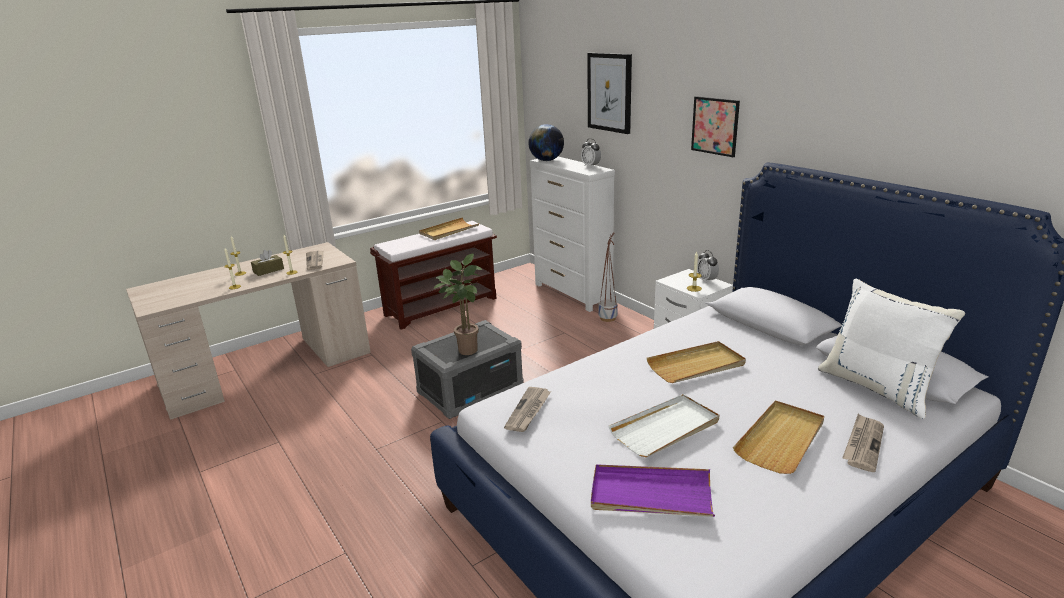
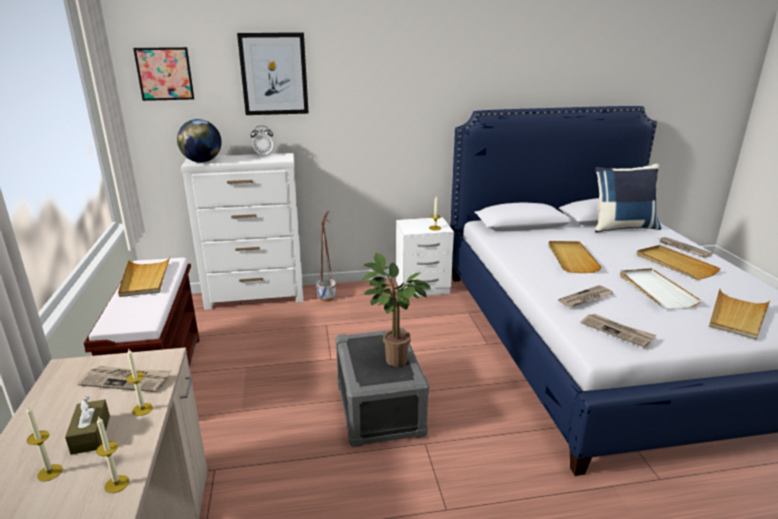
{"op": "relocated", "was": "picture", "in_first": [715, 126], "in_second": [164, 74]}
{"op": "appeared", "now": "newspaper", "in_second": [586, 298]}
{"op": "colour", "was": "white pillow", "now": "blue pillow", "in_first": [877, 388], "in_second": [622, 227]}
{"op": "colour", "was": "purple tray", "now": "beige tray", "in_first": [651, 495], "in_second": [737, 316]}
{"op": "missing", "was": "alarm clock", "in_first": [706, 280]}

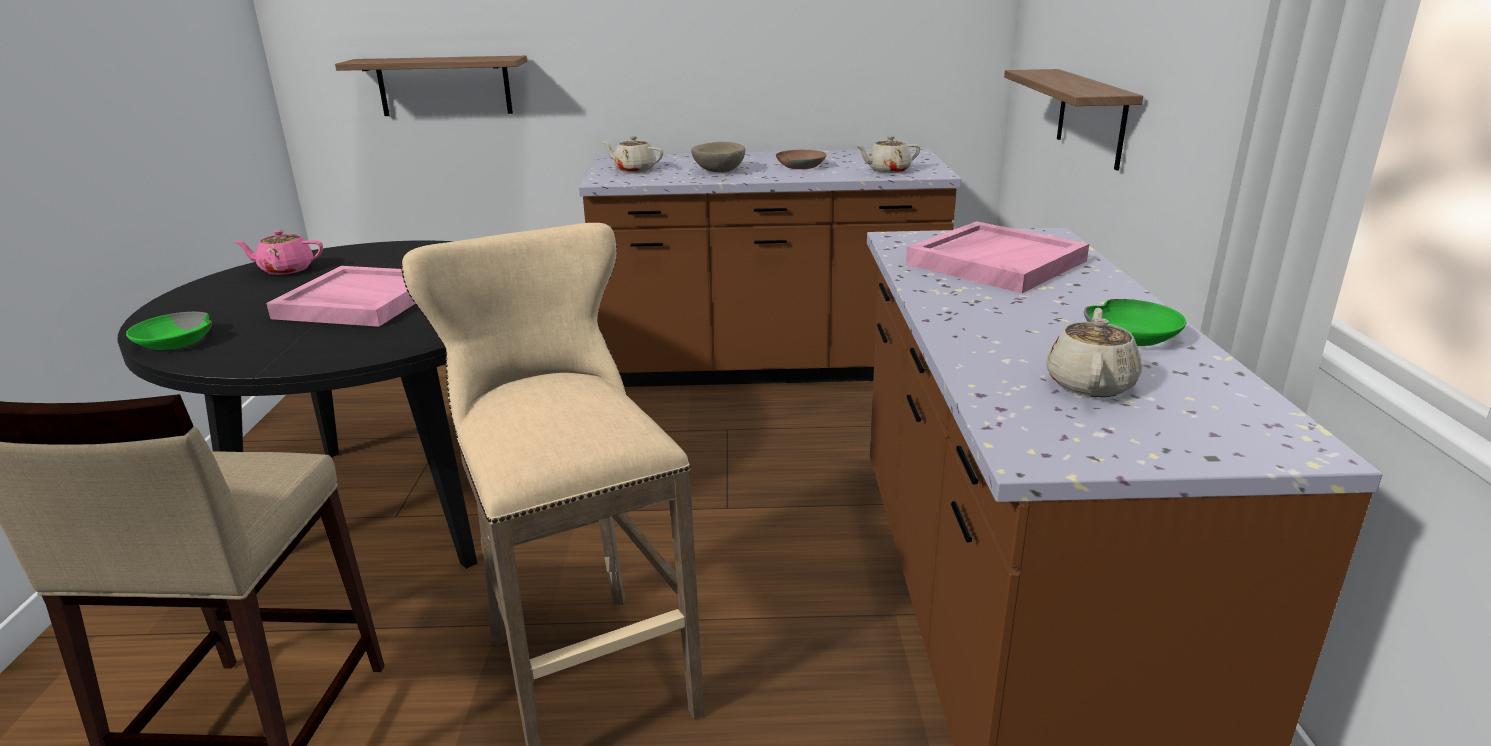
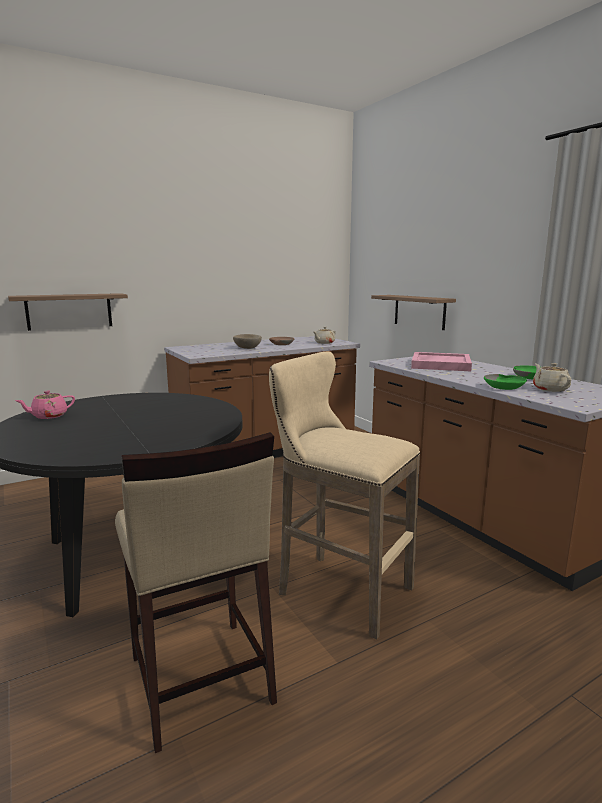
{"op": "relocated", "was": "green bowl", "in_first": [175, 342], "in_second": [504, 387]}
{"op": "missing", "was": "pink tray", "in_first": [358, 302]}
{"op": "missing", "was": "beige teapot", "in_first": [634, 170]}

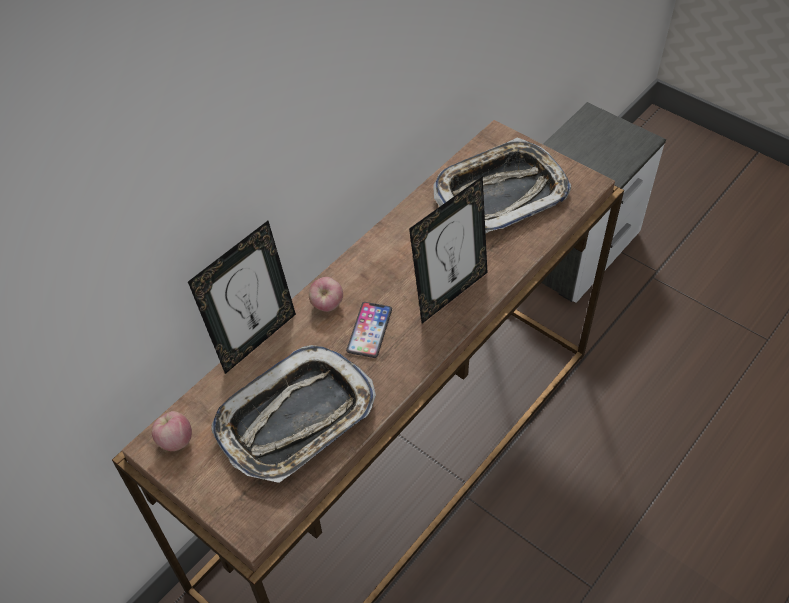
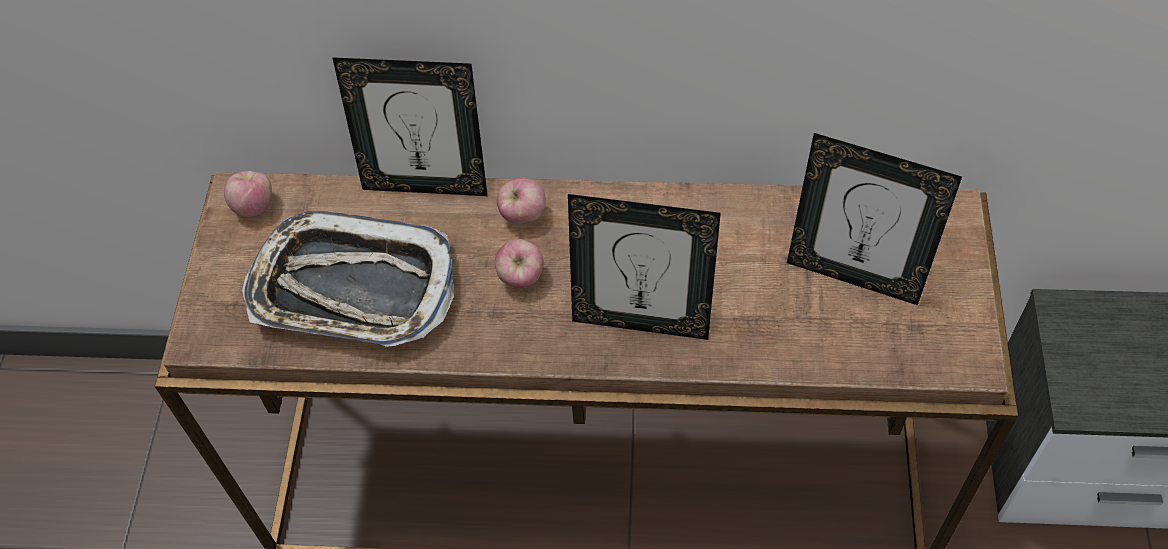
{"op": "exchanged", "was": "phone", "now": "apple", "in_first": [369, 330], "in_second": [521, 277]}
{"op": "exchanged", "was": "tray", "now": "picture frame", "in_first": [501, 193], "in_second": [854, 275]}

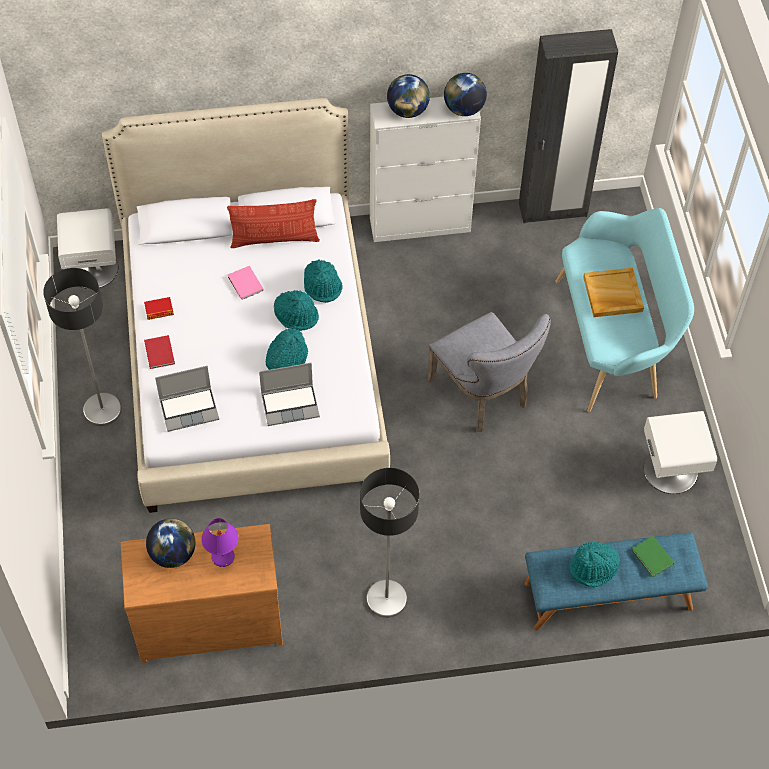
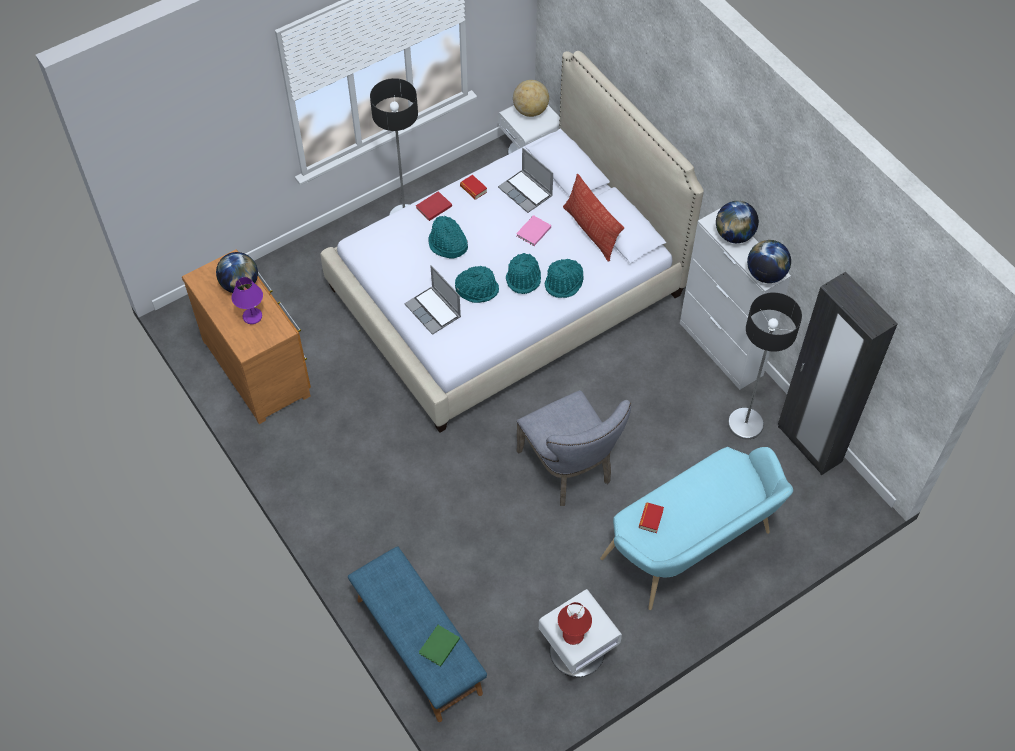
{"op": "relocated", "was": "turquoise hat", "in_first": [593, 568], "in_second": [447, 245]}
{"op": "relocated", "was": "laptop", "in_first": [190, 409], "in_second": [526, 192]}
{"op": "appeared", "now": "globe", "in_second": [530, 111]}
{"op": "spun", "was": "grey chair", "in_first": [484, 395], "in_second": [570, 469], "clockwise": -60}
{"op": "appeared", "now": "red table lamp", "in_second": [573, 635]}
{"op": "appeared", "now": "book", "in_second": [650, 519]}
{"op": "relocated", "was": "floor lamp", "in_first": [386, 599], "in_second": [745, 424]}
{"op": "missing", "was": "beige tray", "in_first": [612, 294]}

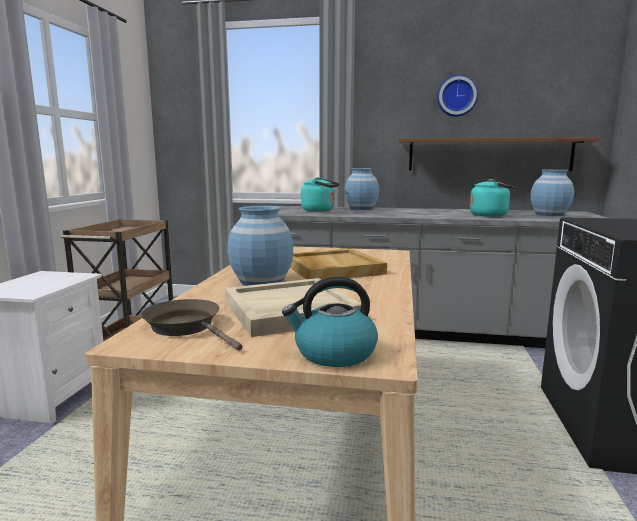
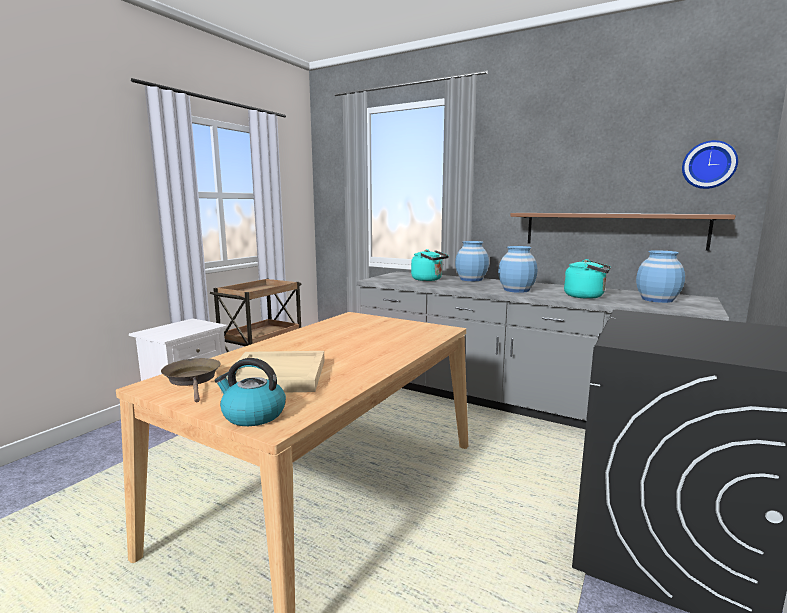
{"op": "relocated", "was": "blue vase", "in_first": [262, 281], "in_second": [516, 290]}
{"op": "relocated", "was": "wall clock", "in_first": [456, 96], "in_second": [708, 165]}
{"op": "missing", "was": "beige tray", "in_first": [332, 268]}

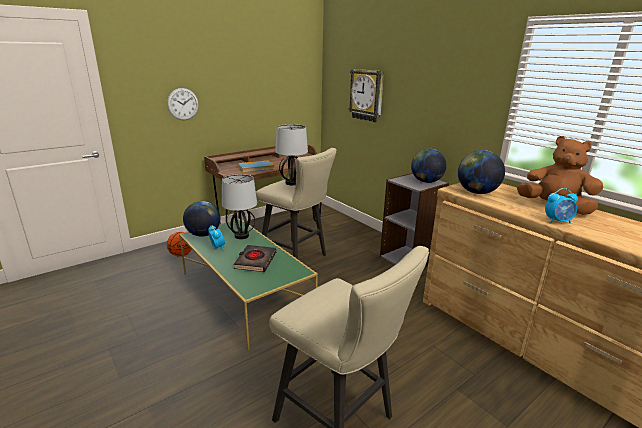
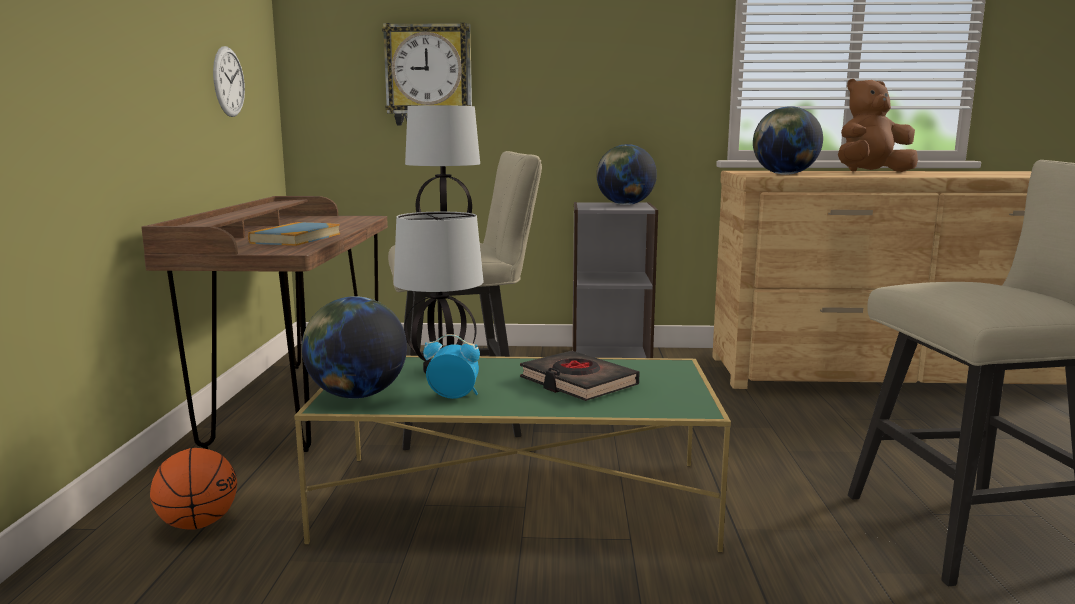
{"op": "relocated", "was": "wall clock", "in_first": [183, 104], "in_second": [228, 82]}
{"op": "missing", "was": "alarm clock", "in_first": [558, 221]}

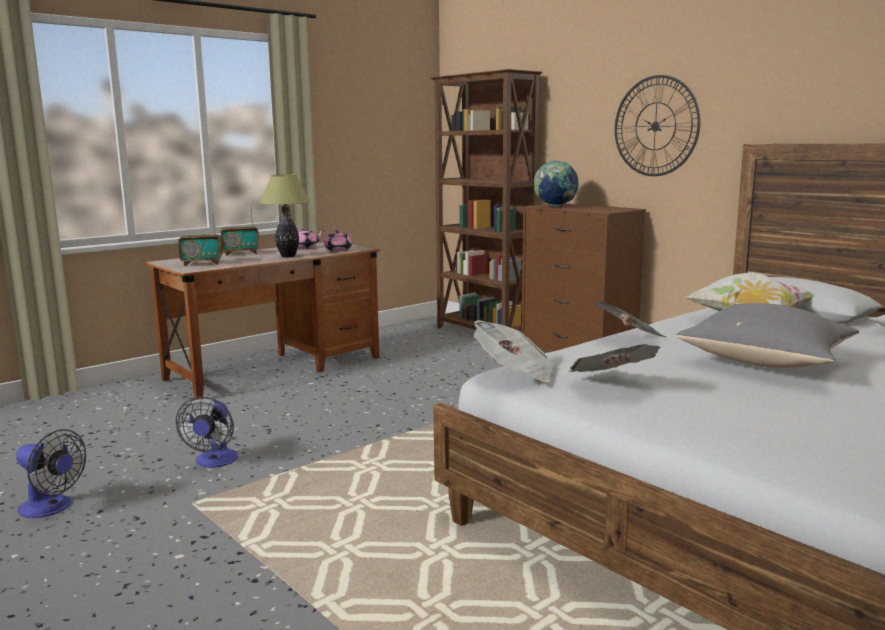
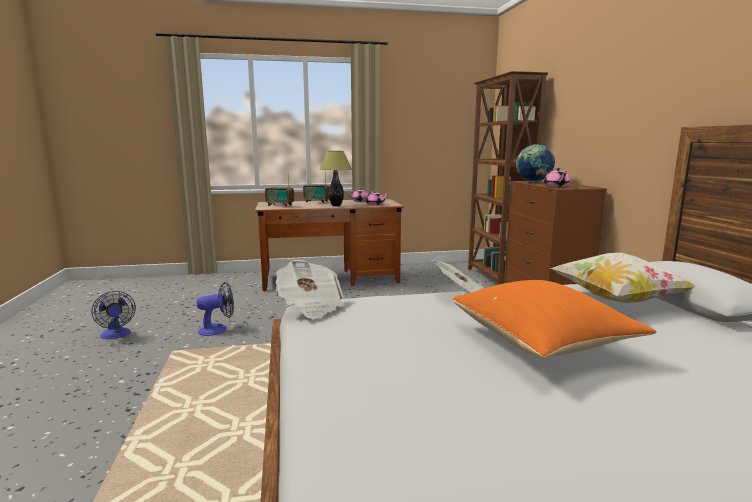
{"op": "spun", "was": "fan", "in_first": [214, 462], "in_second": [218, 329], "clockwise": -150}
{"op": "colour", "was": "grey pillow", "now": "orange pillow", "in_first": [768, 362], "in_second": [543, 344]}
{"op": "appeared", "now": "pink teapot", "in_second": [556, 186]}
{"op": "missing", "was": "newspaper", "in_first": [612, 383]}
{"op": "missing", "was": "wall clock", "in_first": [655, 126]}

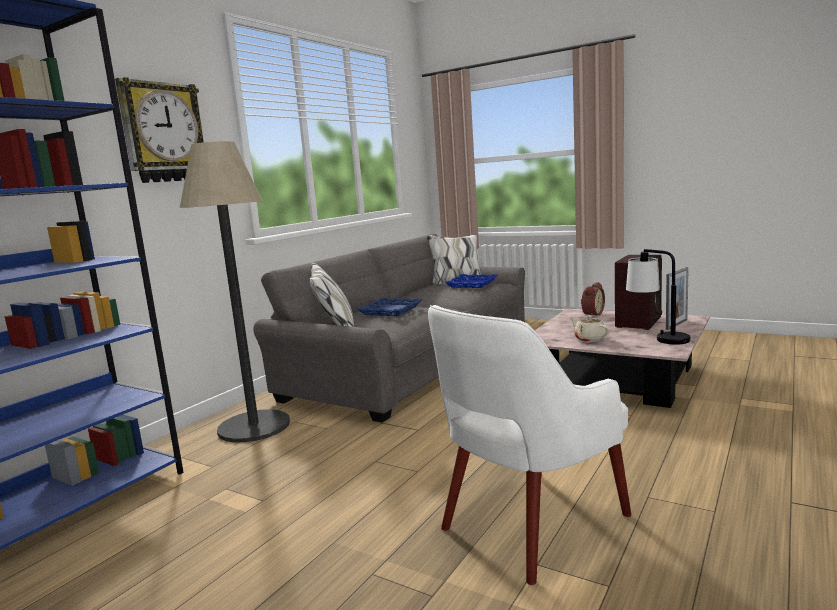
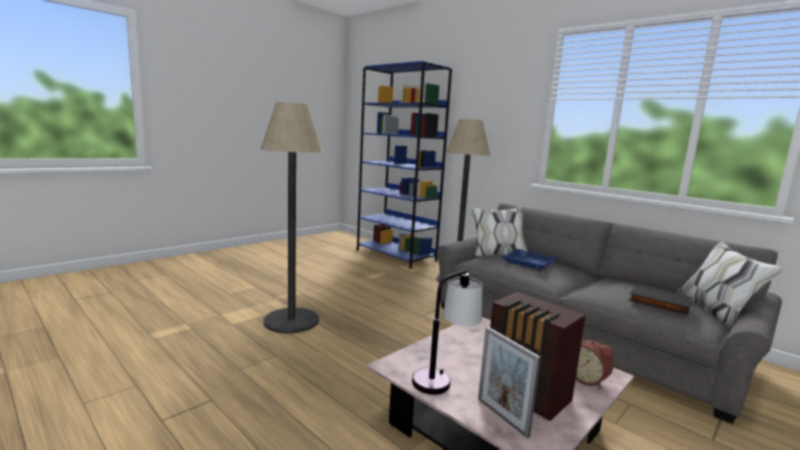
{"op": "exchanged", "was": "white armchair", "now": "floor lamp", "in_first": [530, 523], "in_second": [291, 321]}
{"op": "exchanged", "was": "blue tray", "now": "black book", "in_first": [472, 284], "in_second": [658, 303]}
{"op": "missing", "was": "wall clock", "in_first": [163, 133]}
{"op": "missing", "was": "beige teapot", "in_first": [589, 339]}

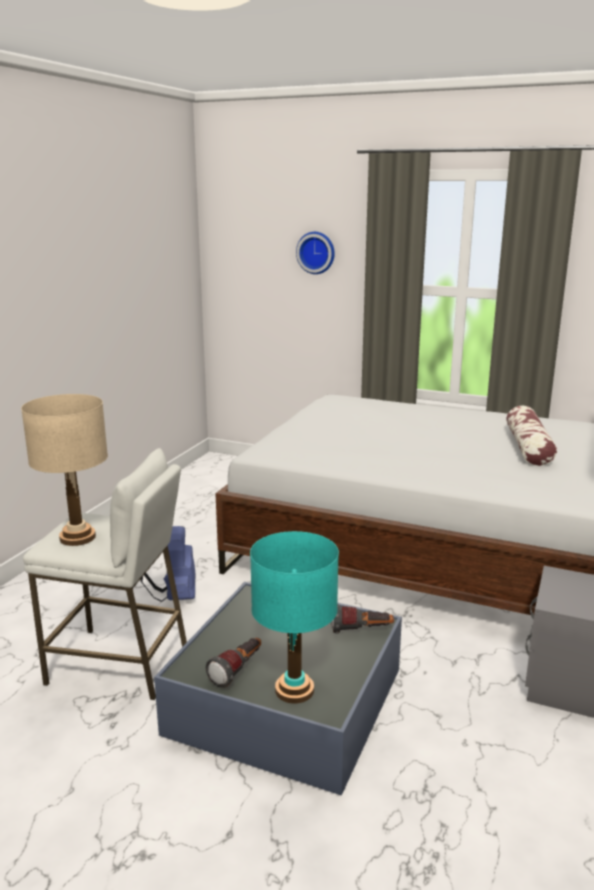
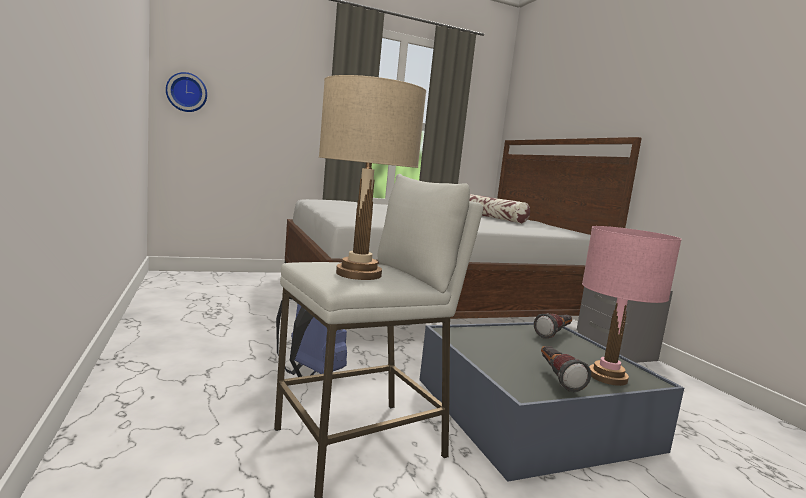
{"op": "relocated", "was": "wall clock", "in_first": [316, 252], "in_second": [187, 92]}
{"op": "colour", "was": "turquoise table lamp", "now": "pink table lamp", "in_first": [294, 690], "in_second": [607, 377]}

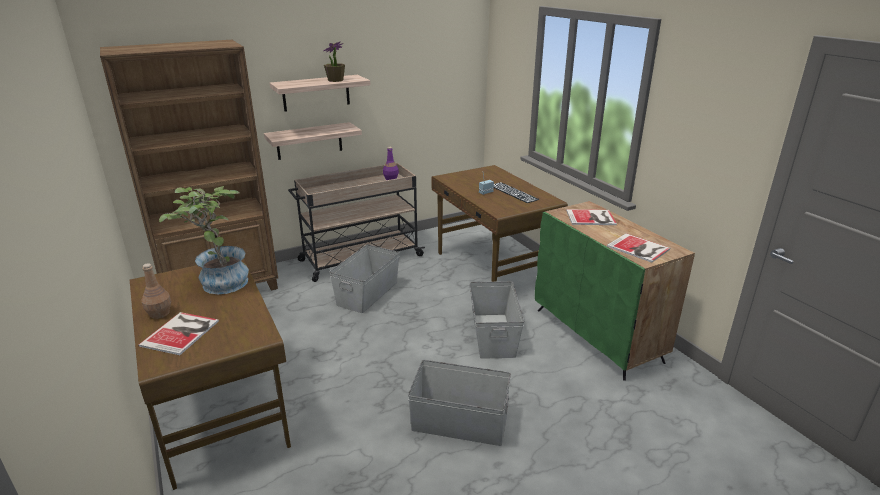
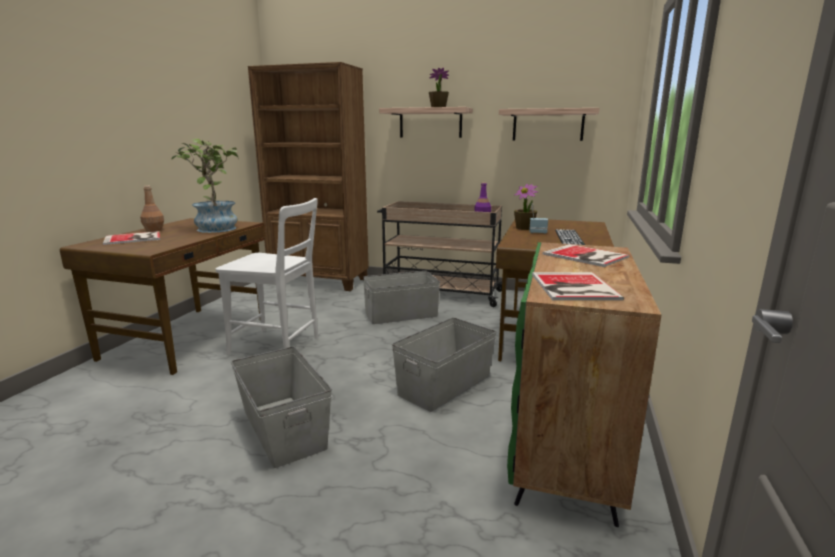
{"op": "appeared", "now": "white chair", "in_second": [279, 346]}
{"op": "relocated", "was": "shelf", "in_first": [309, 141], "in_second": [548, 125]}
{"op": "appeared", "now": "potted plant", "in_second": [524, 228]}

